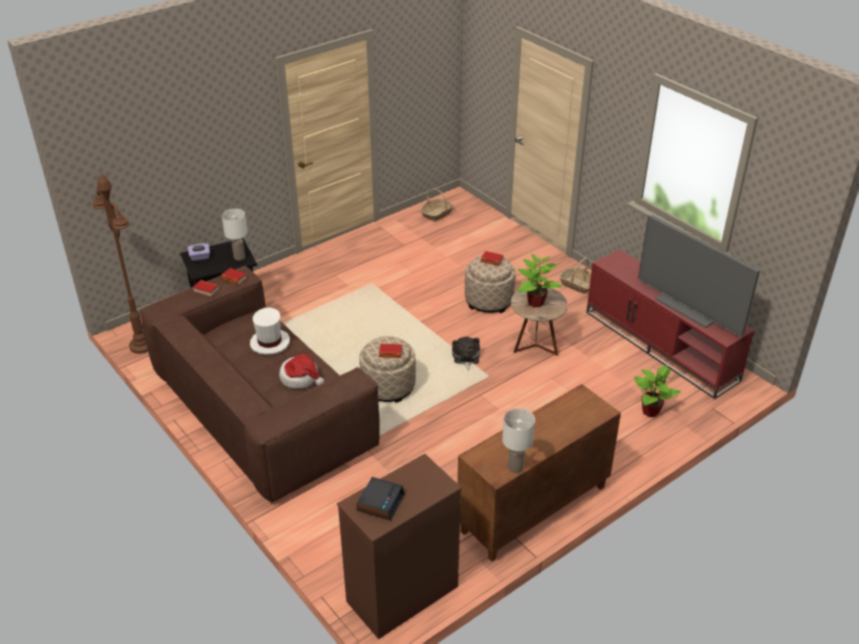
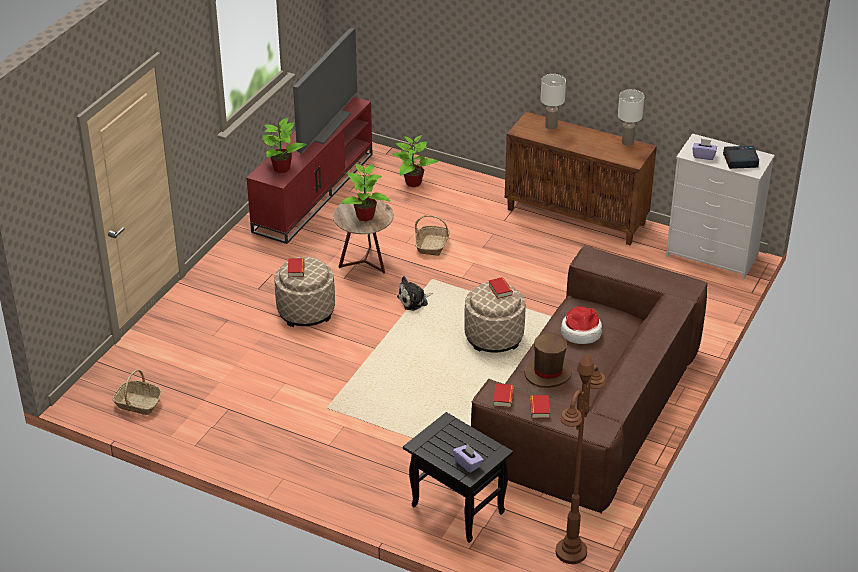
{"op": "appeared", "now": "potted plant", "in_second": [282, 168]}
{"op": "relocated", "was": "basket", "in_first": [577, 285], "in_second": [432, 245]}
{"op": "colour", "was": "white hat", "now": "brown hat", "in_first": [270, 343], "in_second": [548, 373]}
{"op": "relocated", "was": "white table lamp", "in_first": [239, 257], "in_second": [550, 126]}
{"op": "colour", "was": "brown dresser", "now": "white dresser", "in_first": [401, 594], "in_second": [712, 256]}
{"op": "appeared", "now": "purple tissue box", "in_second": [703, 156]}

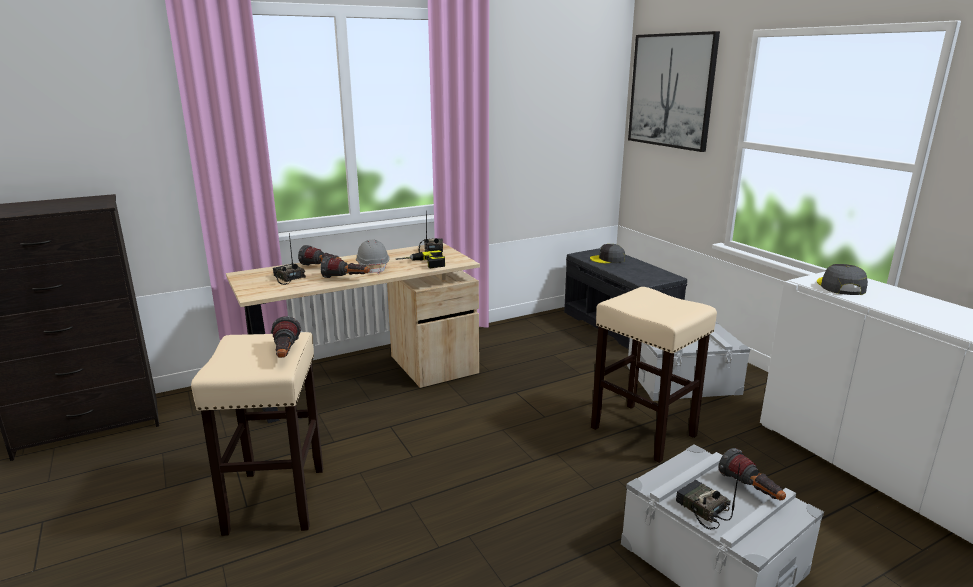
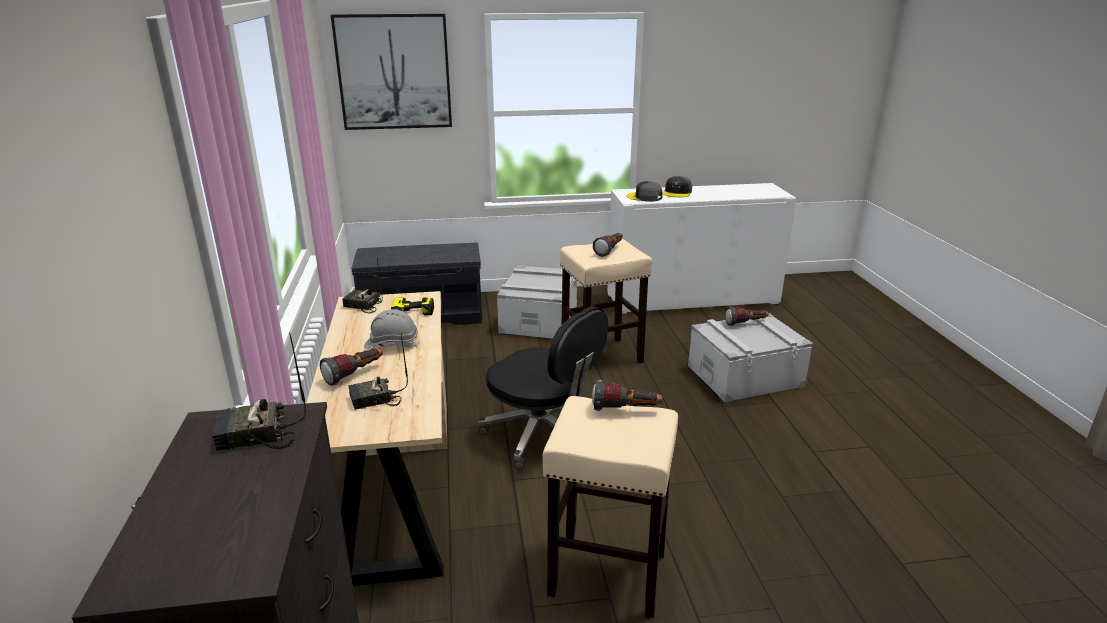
{"op": "relocated", "was": "radio", "in_first": [701, 509], "in_second": [254, 437]}
{"op": "appeared", "now": "black office chair", "in_second": [543, 435]}
{"op": "relocated", "was": "flashlight", "in_first": [346, 279], "in_second": [610, 251]}
{"op": "relocated", "was": "grey cap", "in_first": [608, 259], "in_second": [677, 192]}

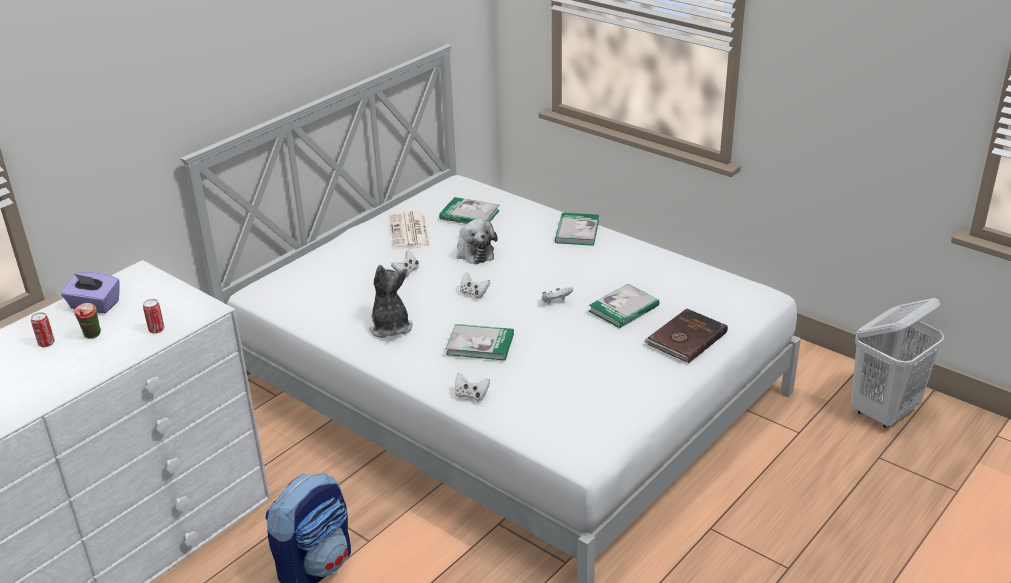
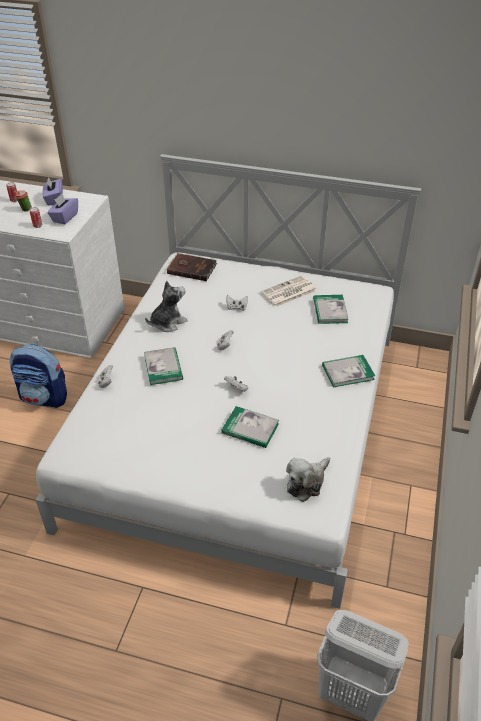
{"op": "appeared", "now": "purple tissue box", "in_second": [64, 217]}
{"op": "relocated", "was": "brown book", "in_first": [685, 338], "in_second": [191, 268]}
{"op": "relocated", "was": "plush toy", "in_first": [474, 252], "in_second": [306, 482]}

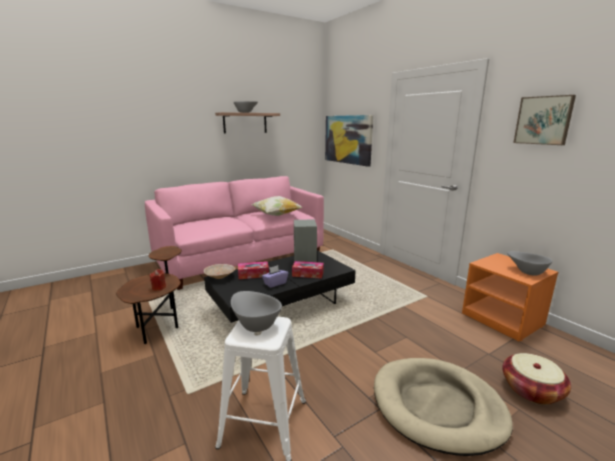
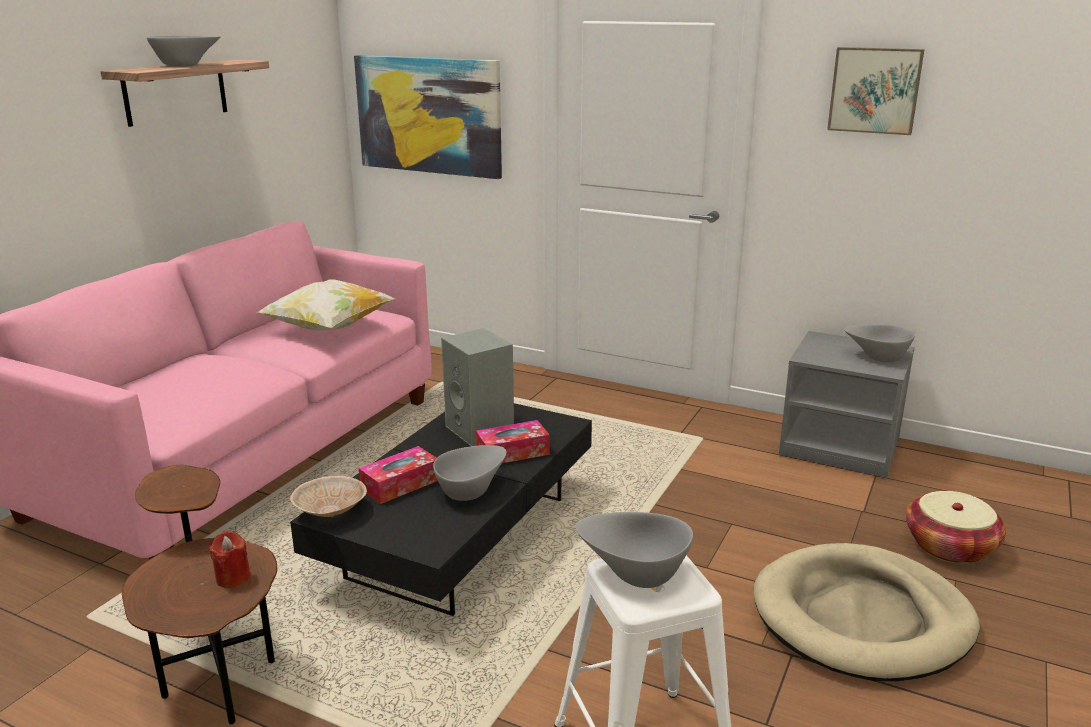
{"op": "exchanged", "was": "purple tissue box", "now": "grey bowl", "in_first": [275, 283], "in_second": [470, 490]}
{"op": "colour", "was": "orange nightstand", "now": "grey nightstand", "in_first": [503, 319], "in_second": [841, 447]}

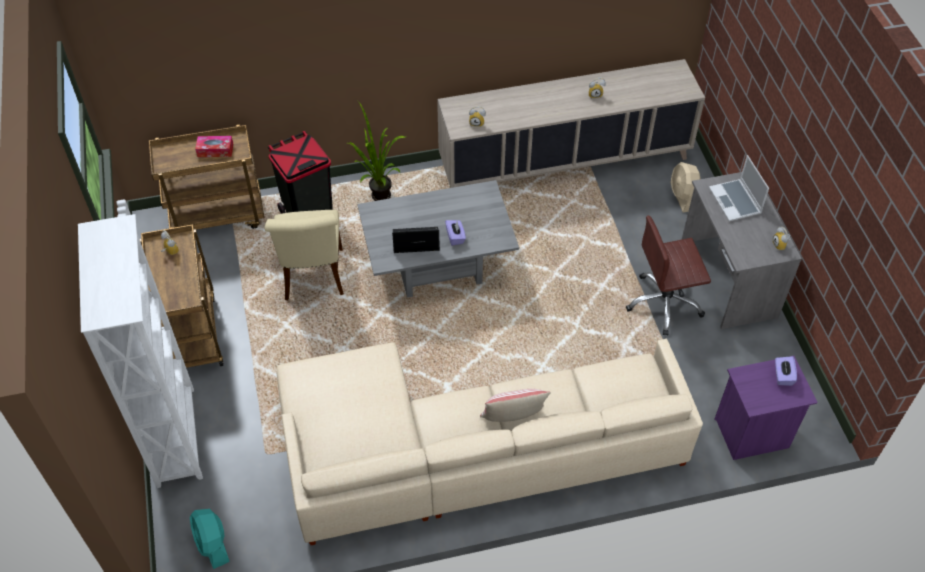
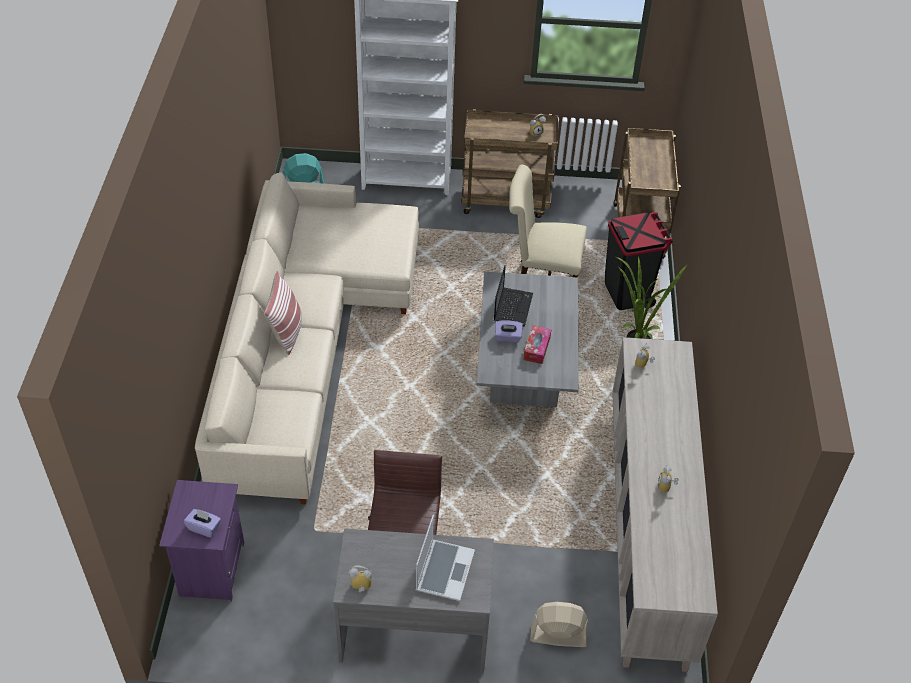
{"op": "spun", "was": "laptop", "in_first": [735, 201], "in_second": [444, 570], "clockwise": 105}
{"op": "relocated", "was": "tissue box", "in_first": [215, 150], "in_second": [536, 348]}

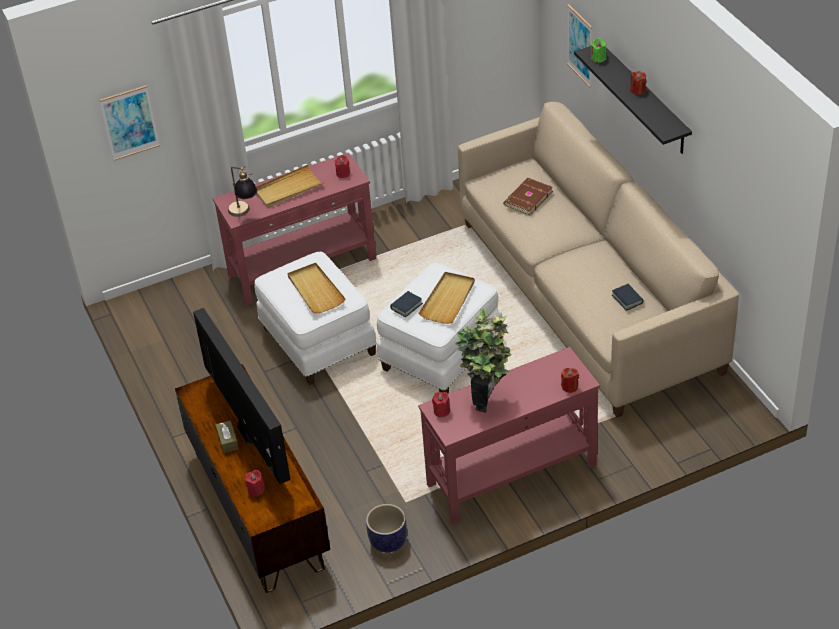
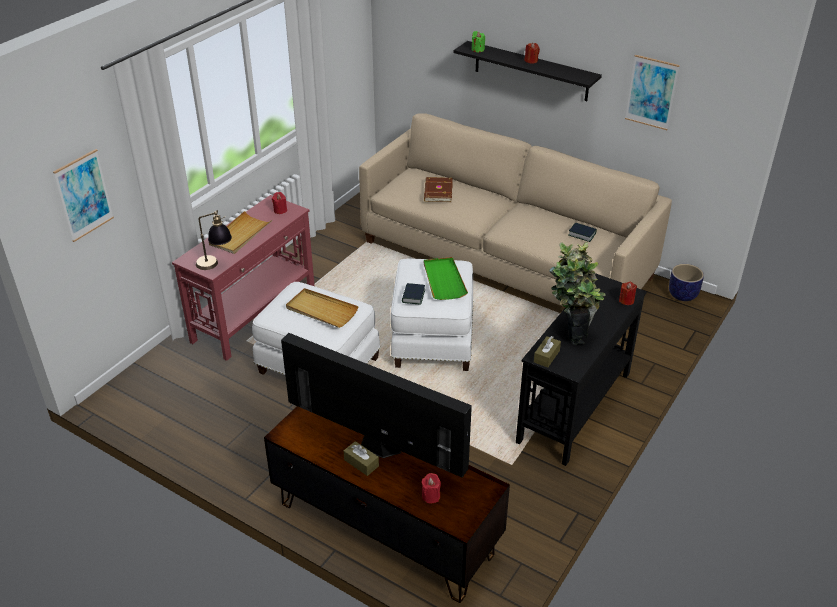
{"op": "colour", "was": "beige tray", "now": "green tray", "in_first": [448, 300], "in_second": [443, 280]}
{"op": "colour", "was": "red console table", "now": "black console table", "in_first": [510, 474], "in_second": [573, 407]}
{"op": "exchanged", "was": "red candle", "now": "brown tissue box", "in_first": [441, 411], "in_second": [546, 356]}
{"op": "relocated", "was": "picture", "in_first": [580, 45], "in_second": [651, 92]}
{"op": "relocated", "was": "planter", "in_first": [388, 541], "in_second": [683, 295]}

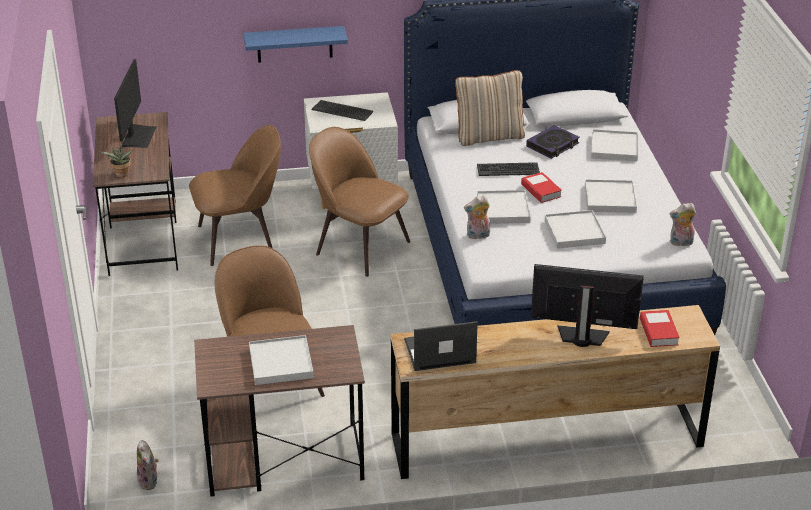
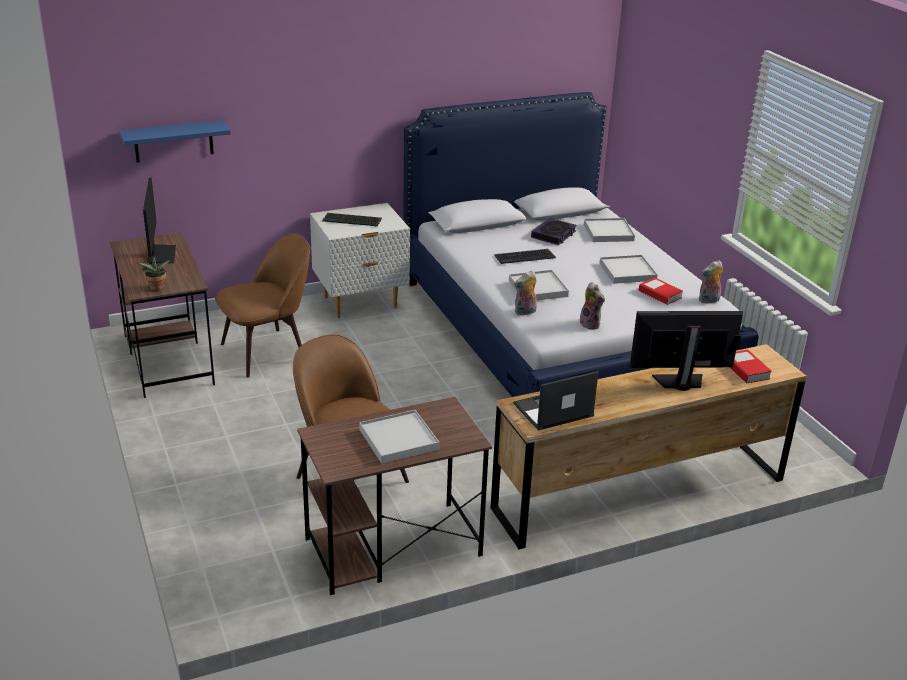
{"op": "relocated", "was": "blue shelf", "in_first": [294, 44], "in_second": [173, 141]}
{"op": "relocated", "was": "plush toy", "in_first": [149, 481], "in_second": [591, 324]}
{"op": "relocated", "was": "book", "in_first": [541, 191], "in_second": [660, 294]}
{"op": "missing", "was": "brown chair", "in_first": [359, 246]}
{"op": "missing", "was": "beige pillow", "in_first": [489, 136]}
{"op": "missing", "was": "white tray", "in_first": [574, 232]}

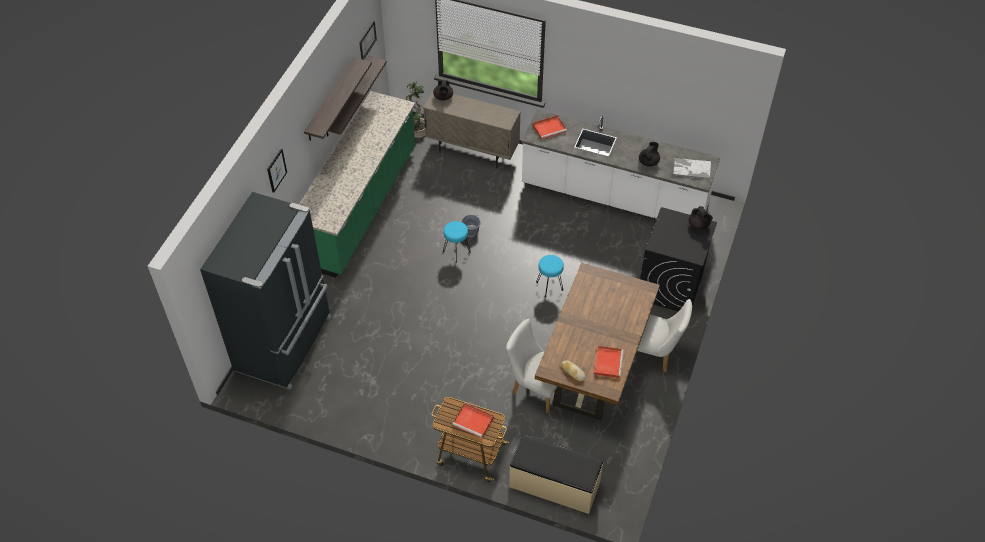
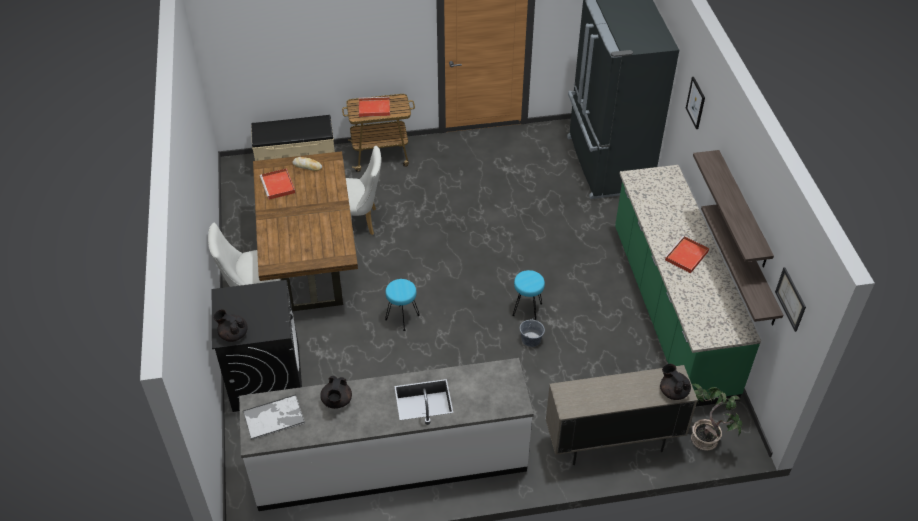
{"op": "relocated", "was": "red tray", "in_first": [549, 128], "in_second": [686, 256]}

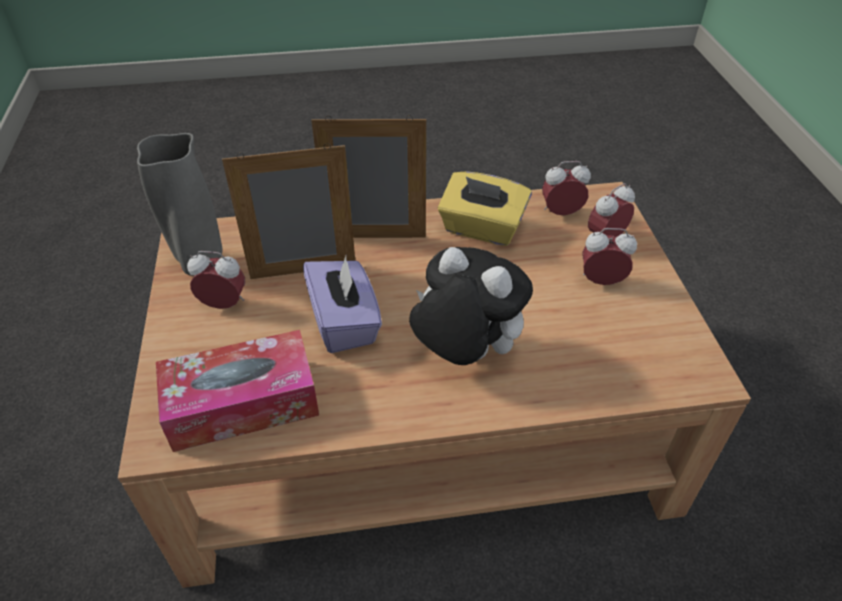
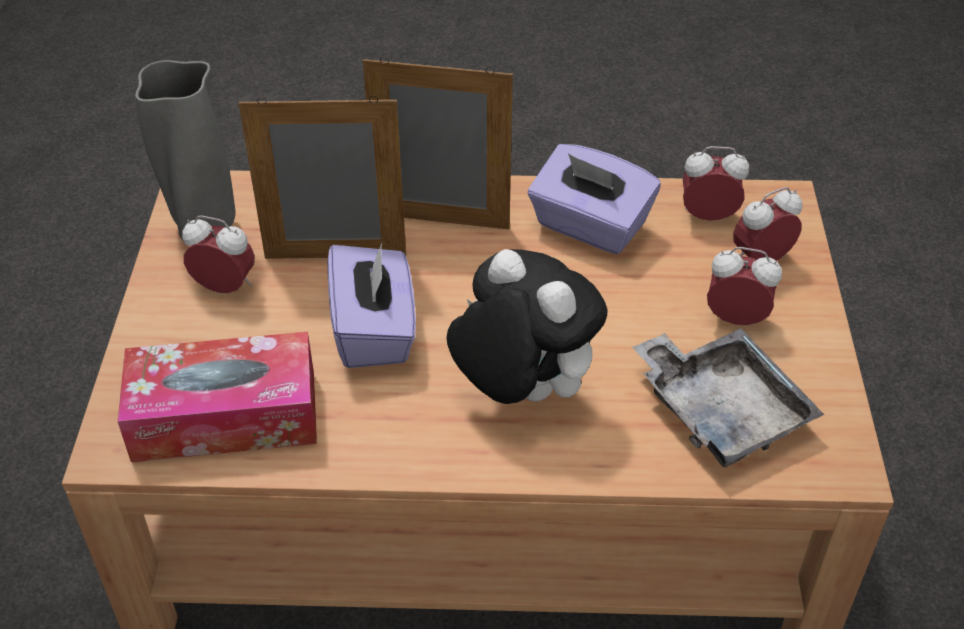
{"op": "colour", "was": "yellow tissue box", "now": "purple tissue box", "in_first": [482, 229], "in_second": [589, 226]}
{"op": "appeared", "now": "grey tray", "in_second": [721, 410]}

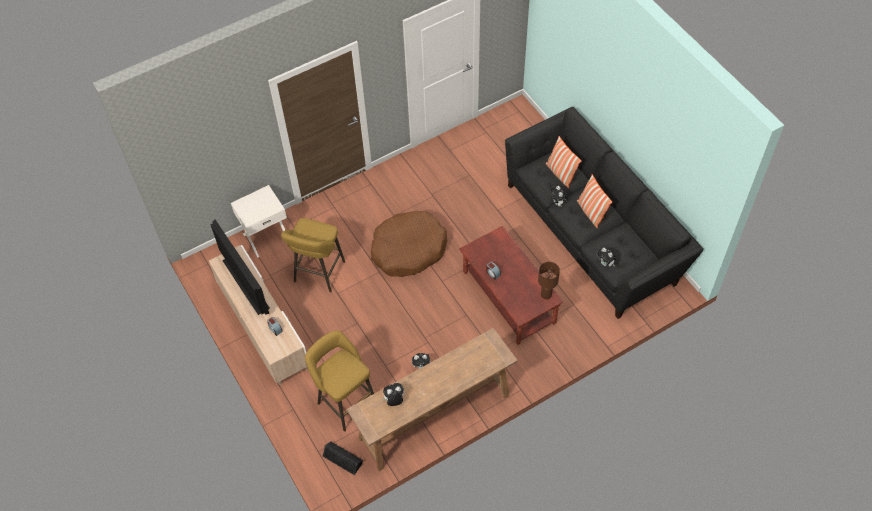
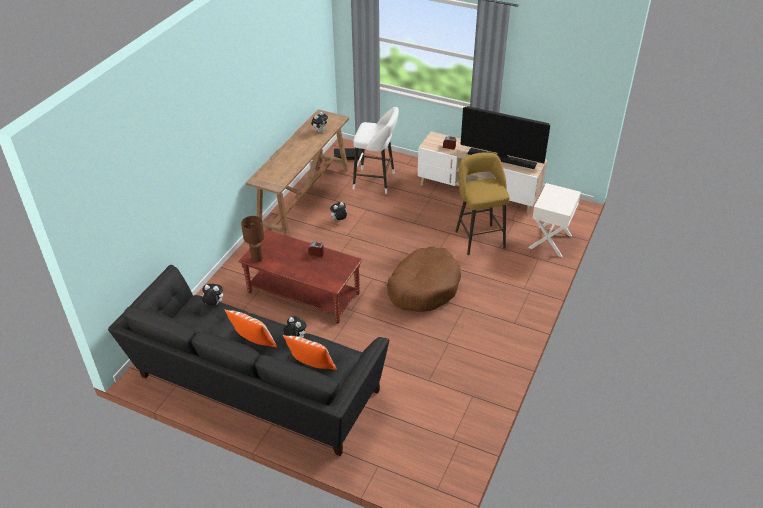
{"op": "colour", "was": "yellow stool", "now": "white stool", "in_first": [345, 401], "in_second": [376, 181]}

